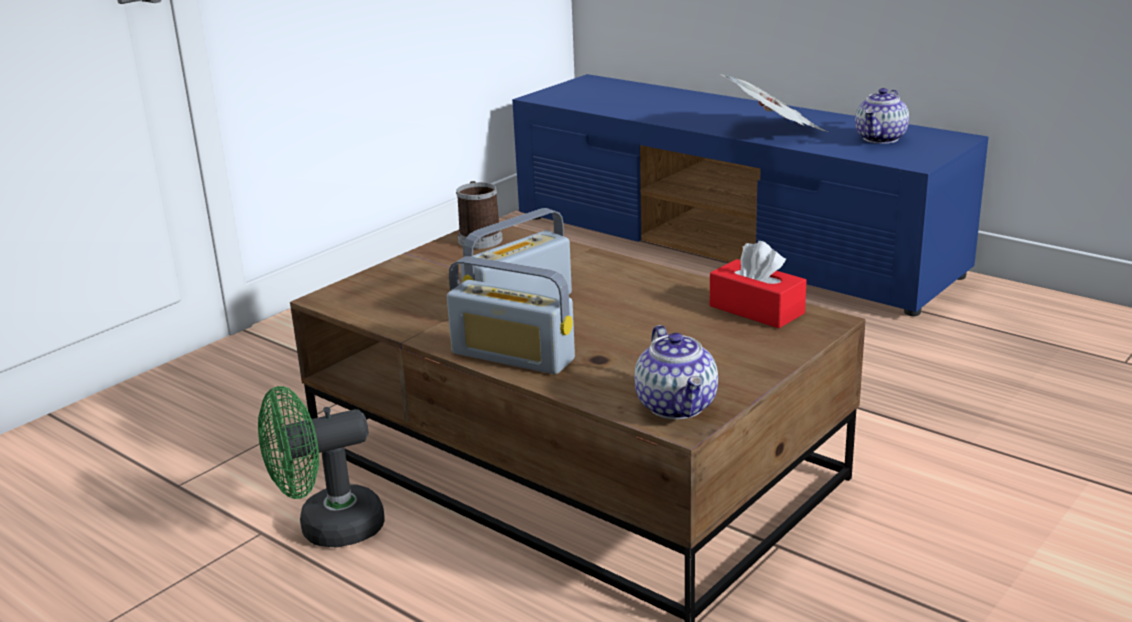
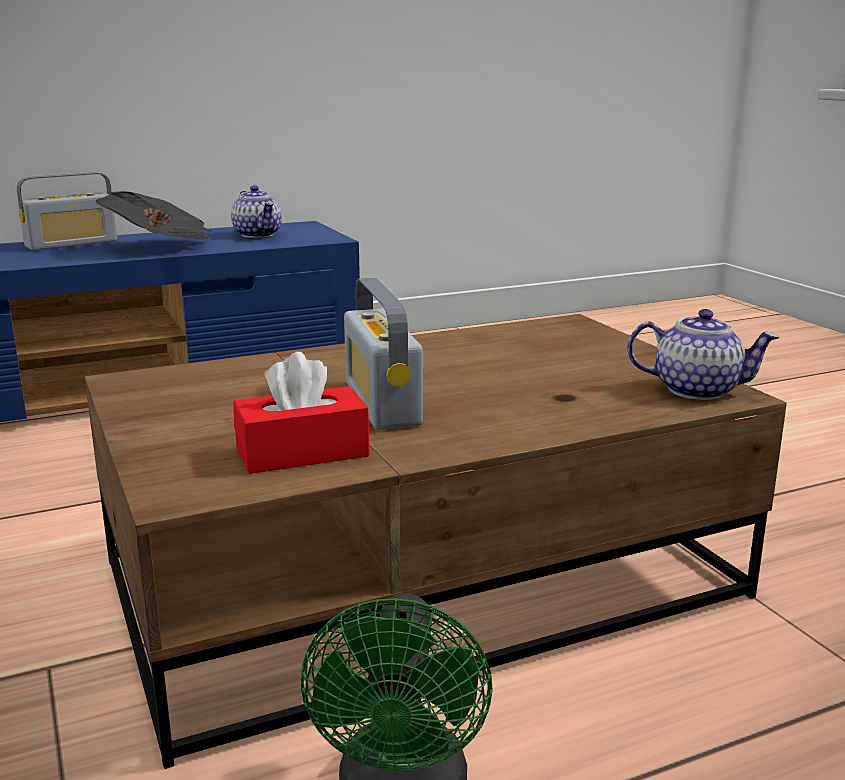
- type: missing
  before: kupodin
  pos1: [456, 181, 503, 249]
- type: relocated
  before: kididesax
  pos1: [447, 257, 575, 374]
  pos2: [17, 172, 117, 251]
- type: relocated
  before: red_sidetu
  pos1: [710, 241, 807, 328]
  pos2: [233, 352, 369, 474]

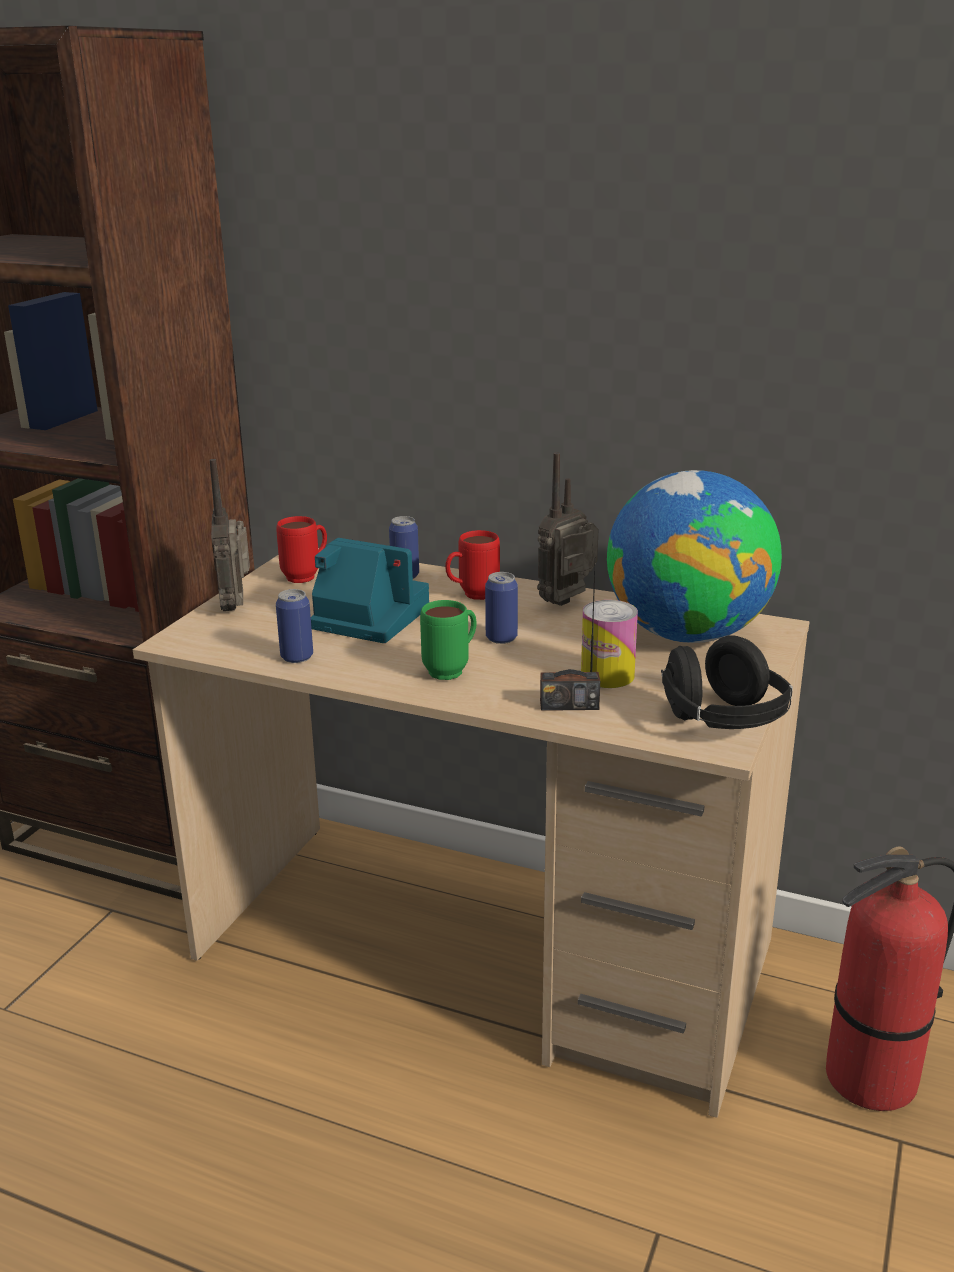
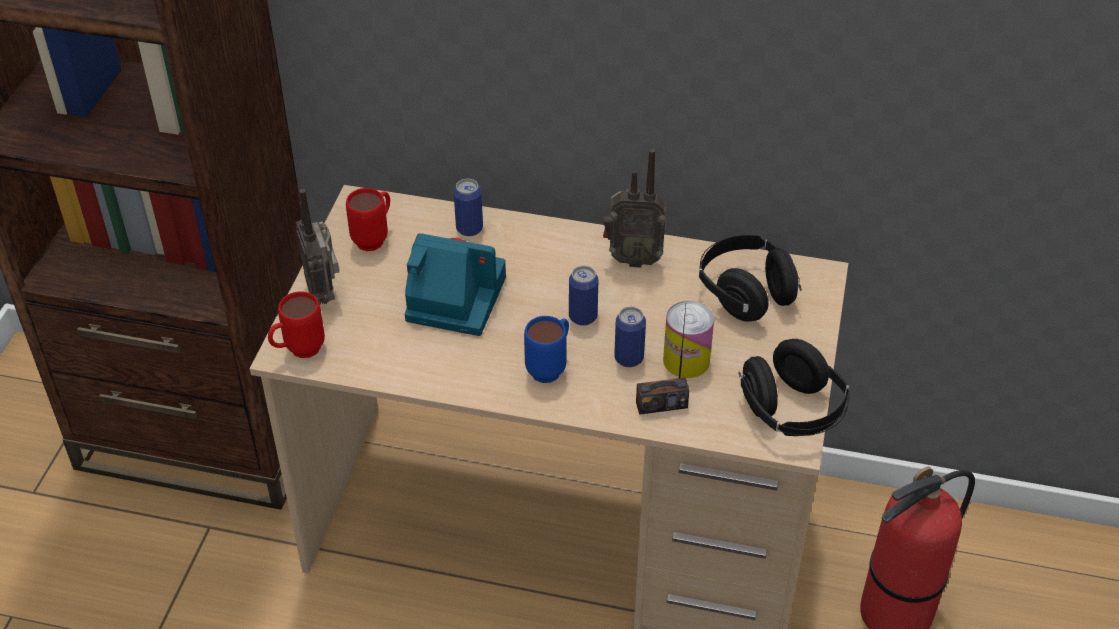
- type: relocated
  before: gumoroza
  pos1: [276, 589, 313, 663]
  pos2: [614, 307, 646, 367]
- type: relocated
  before: red_kupodin
  pos1: [445, 530, 500, 600]
  pos2: [268, 291, 325, 358]
- type: exchanged
  before: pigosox
  after: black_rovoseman
  pos1: [607, 470, 782, 643]
  pos2: [699, 235, 802, 322]
- type: colour
  before: green_kupodin
  after: blue_kupodin
  pos1: [420, 600, 477, 680]
  pos2: [524, 316, 569, 383]
- type: spun
  before: kididesax
  pos1: [537, 452, 598, 606]
  pos2: [603, 149, 666, 268]
  turn: -120

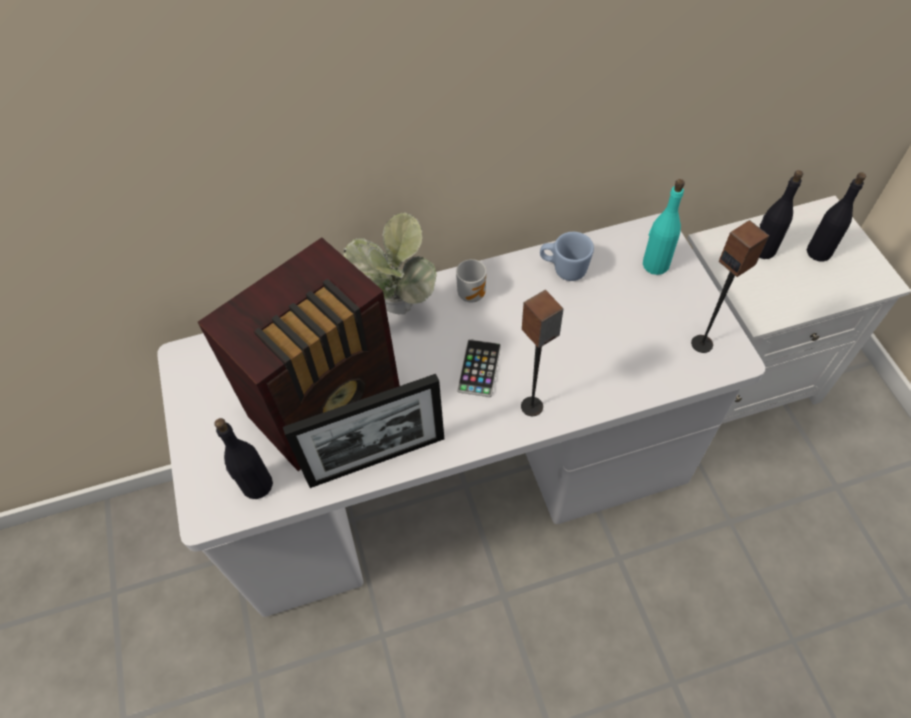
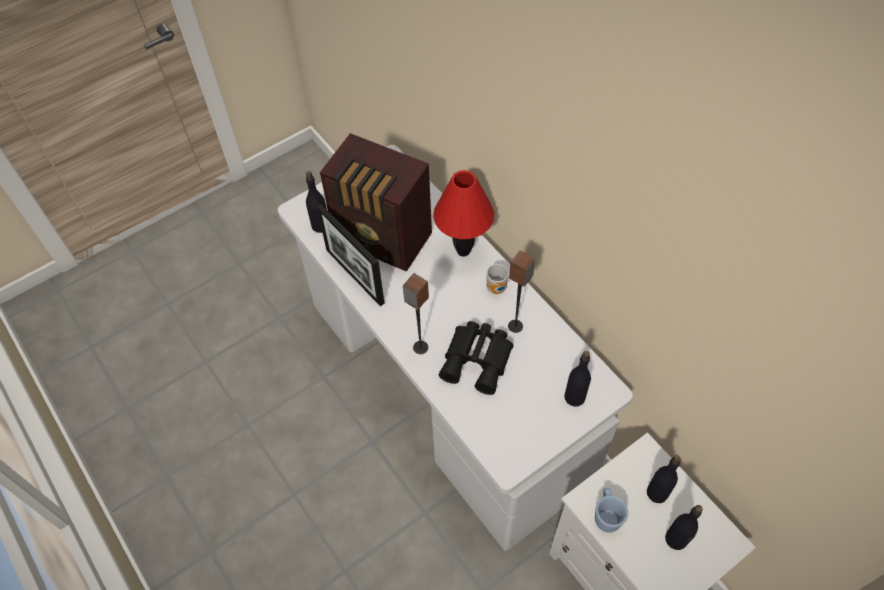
- type: missing
  before: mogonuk
  pos1: [457, 339, 501, 397]
- type: appeared
  after: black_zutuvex
  pos2: [439, 321, 513, 395]
- type: relocated
  before: blue_kupodin
  pos1: [540, 232, 594, 281]
  pos2: [595, 488, 628, 532]
- type: relocated
  before: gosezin
  pos1: [691, 220, 769, 353]
  pos2: [508, 250, 535, 333]
- type: exchanged
  before: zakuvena
  after: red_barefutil
  pos1: [343, 213, 437, 315]
  pos2: [433, 170, 494, 256]
- type: colour
  before: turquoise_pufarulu
  after: black_pufarulu
  pos1: [643, 179, 685, 275]
  pos2: [564, 351, 591, 407]

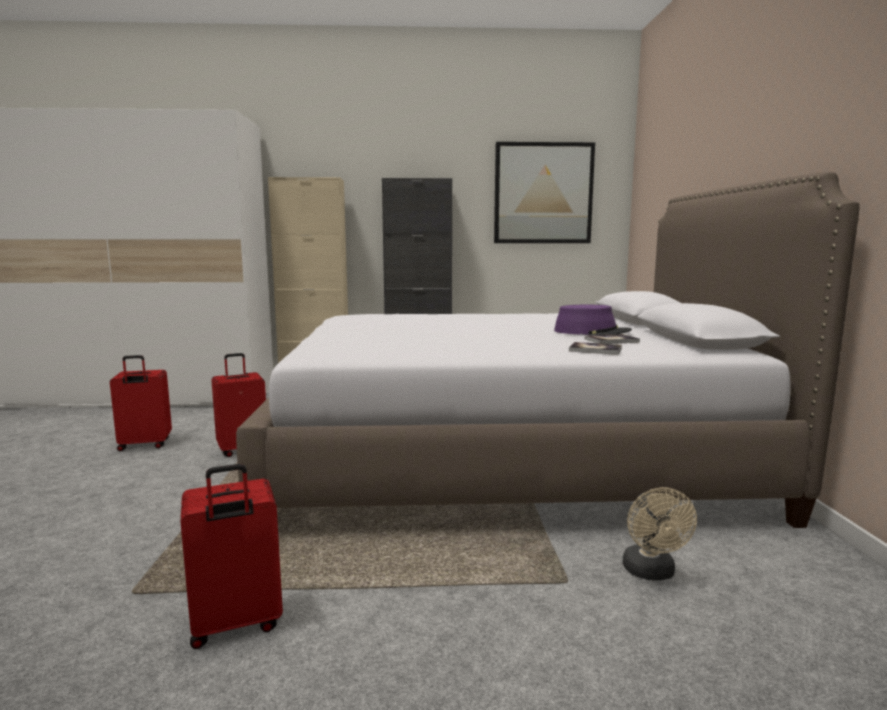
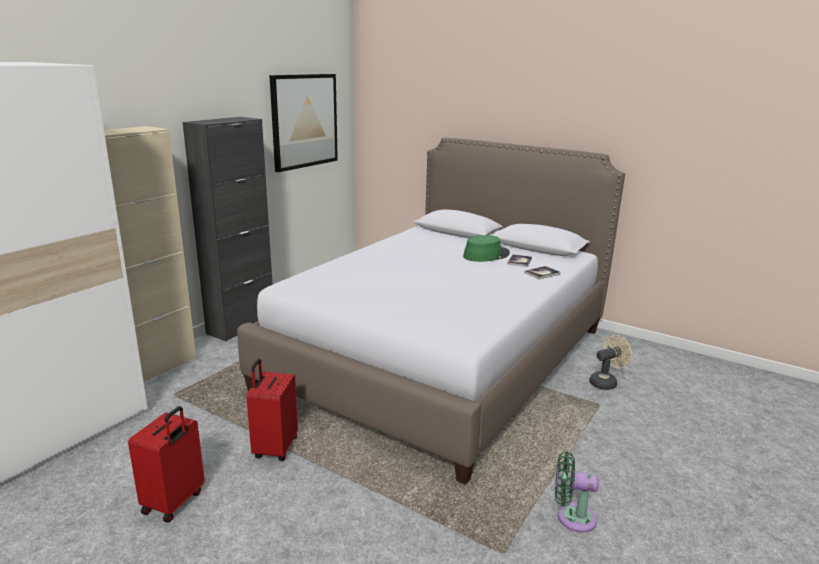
- type: exchanged
  before: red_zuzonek
  after: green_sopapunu
  pos1: [180, 464, 283, 649]
  pos2: [555, 451, 599, 533]
- type: colour
  before: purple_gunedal
  after: green_gunedal
  pos1: [554, 305, 632, 335]
  pos2: [463, 235, 510, 262]
- type: spun
  before: beige_sopapunu
  pos1: [623, 487, 697, 580]
  pos2: [589, 335, 632, 390]
  turn: -60

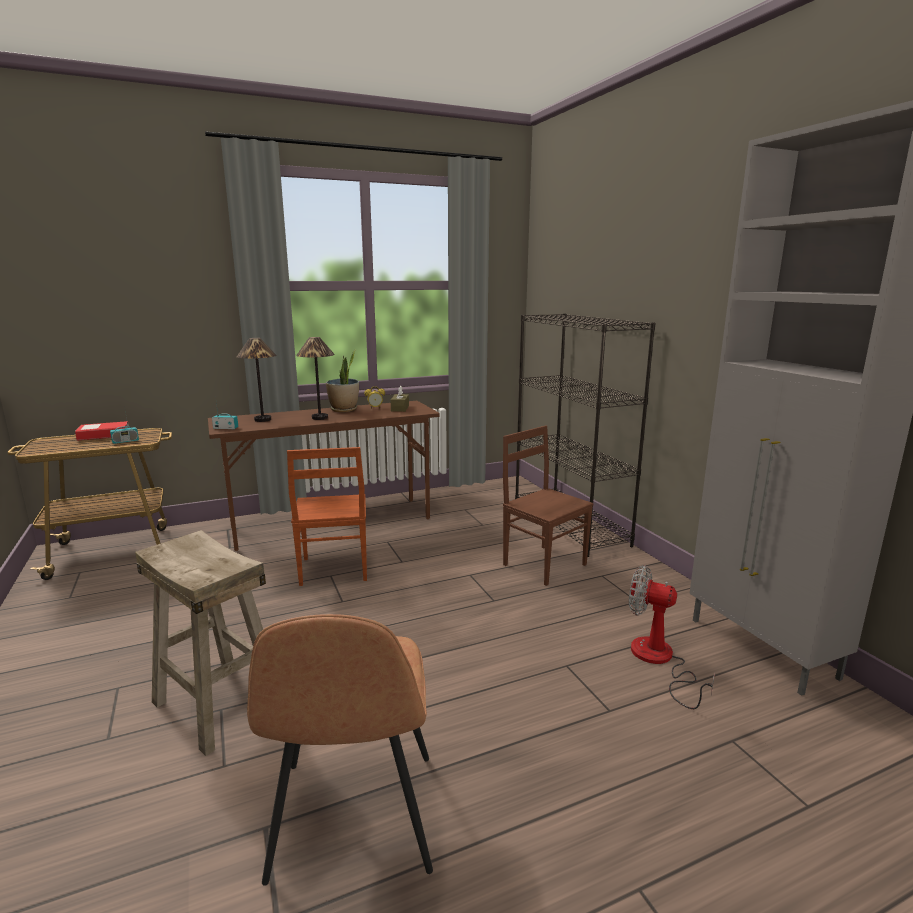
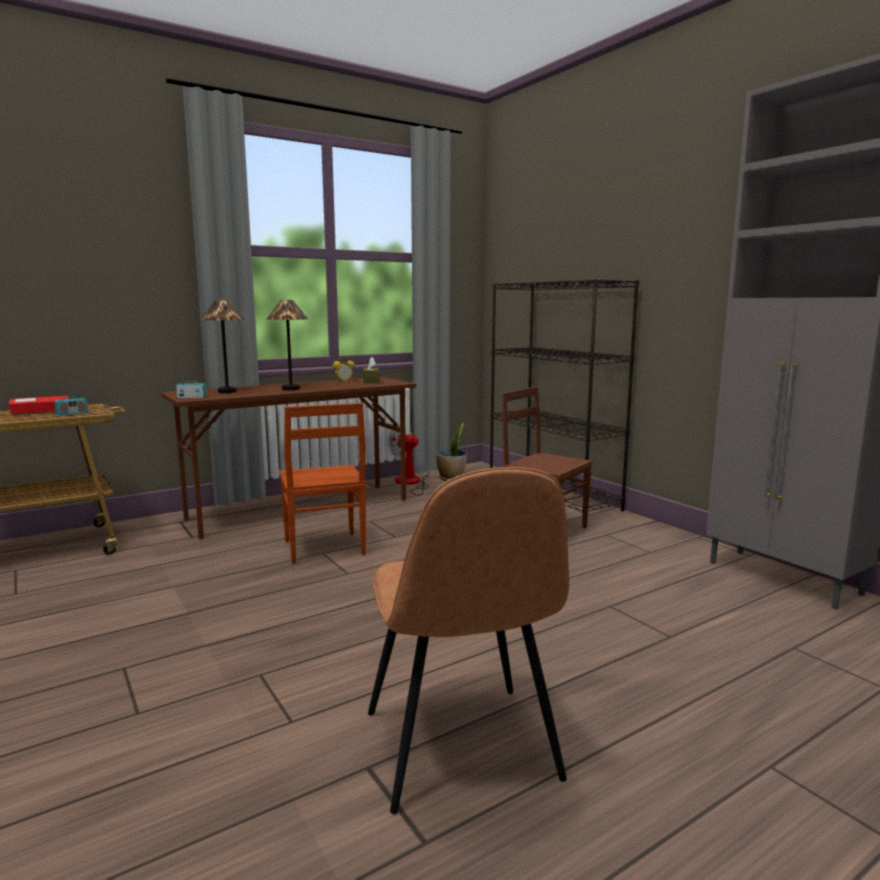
- type: missing
  before: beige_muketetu
  pos1: [135, 530, 266, 756]
- type: relocated
  before: zakuvena
  pos1: [326, 349, 359, 412]
  pos2: [436, 423, 467, 481]
- type: relocated
  before: sopapunu
  pos1: [629, 565, 715, 709]
  pos2: [389, 425, 430, 495]

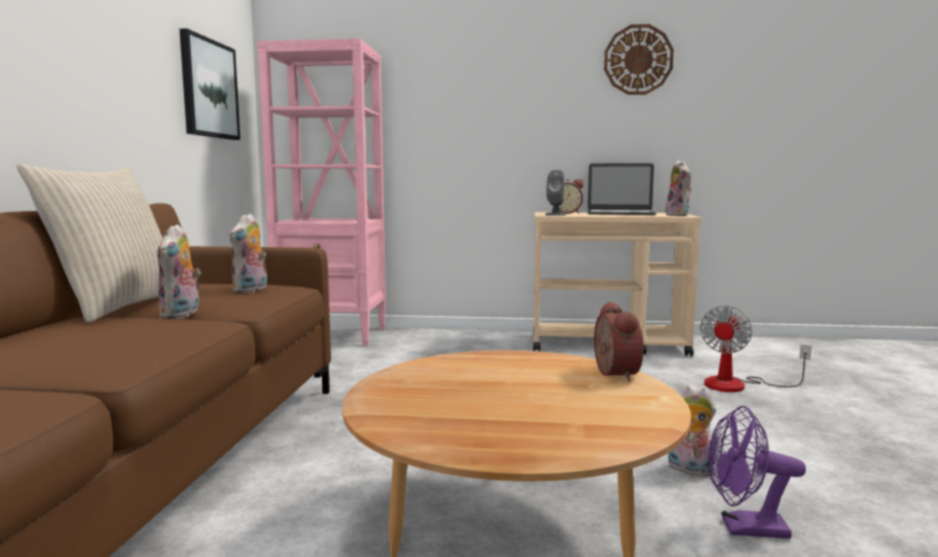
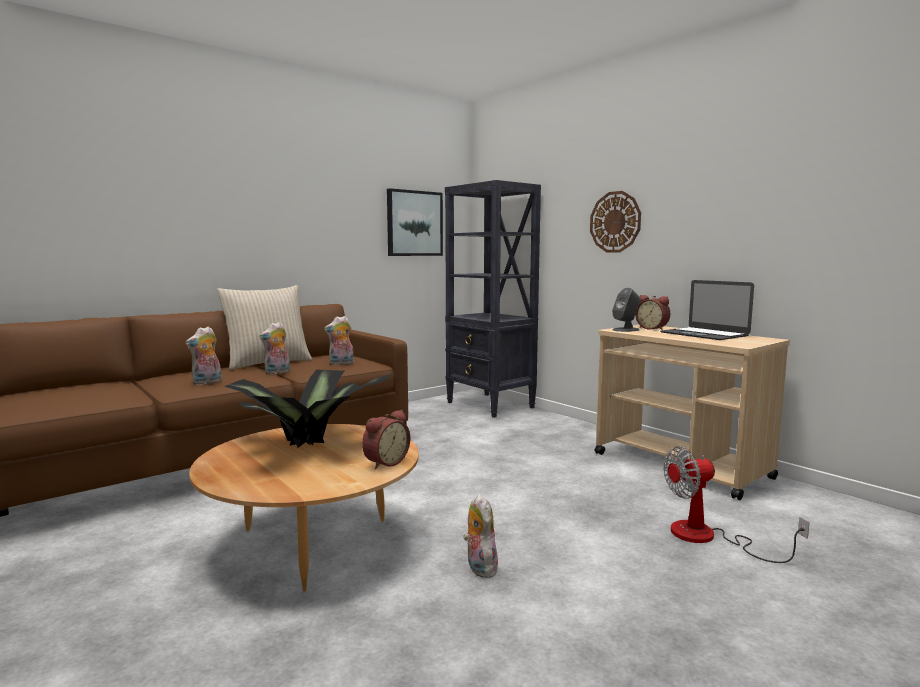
- type: missing
  before: purple_sopapunu
  pos1: [708, 406, 806, 539]
- type: appeared
  after: zakuvena
  pos2: [224, 369, 393, 447]
- type: relocated
  before: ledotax
  pos1: [604, 24, 674, 95]
  pos2: [590, 191, 641, 252]
- type: relocated
  before: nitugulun
  pos1: [665, 160, 692, 216]
  pos2: [185, 327, 221, 385]
- type: colour
  before: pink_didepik
  after: black_didepik
  pos1: [257, 38, 386, 346]
  pos2: [445, 180, 541, 418]

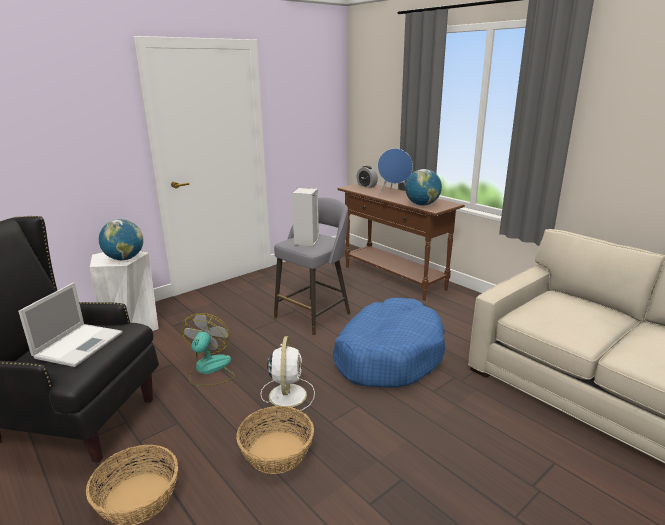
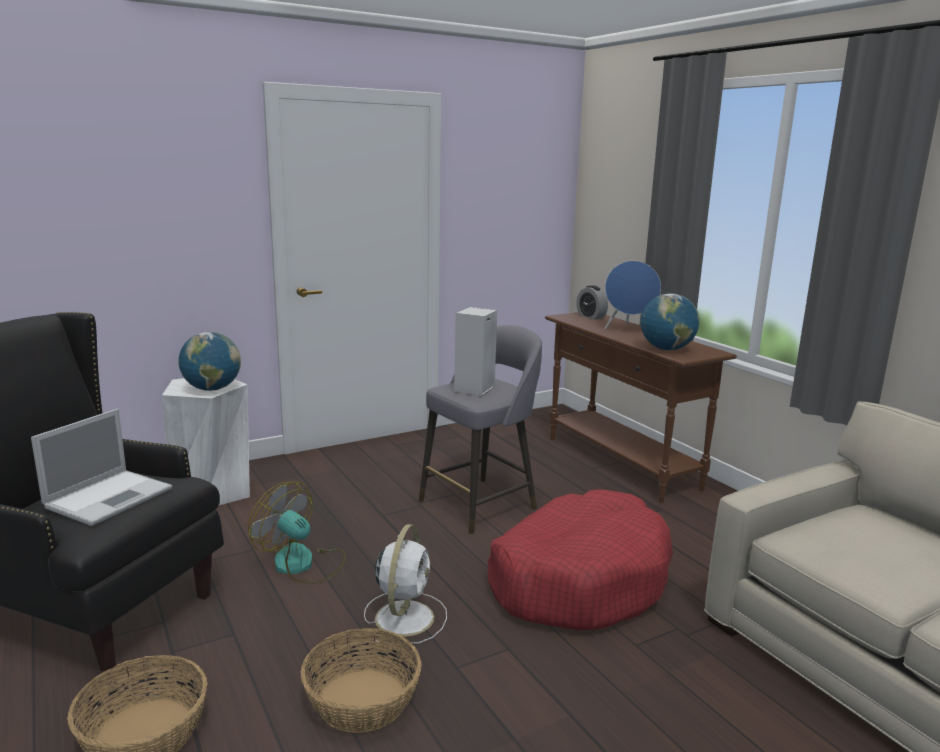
- type: colour
  before: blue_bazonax
  after: red_bazonax
  pos1: [333, 298, 445, 388]
  pos2: [487, 489, 673, 630]
- type: spun
  before: sopapunu
  pos1: [182, 313, 235, 386]
  pos2: [248, 482, 346, 583]
  turn: -75

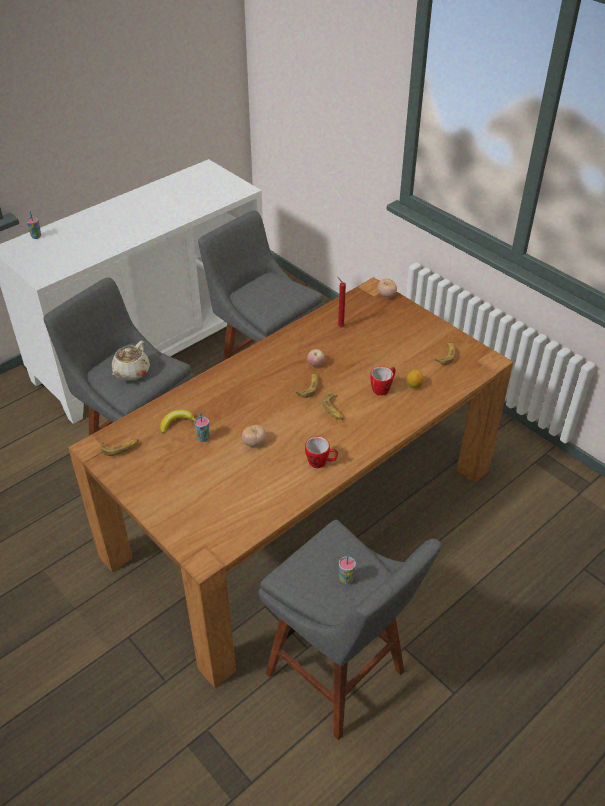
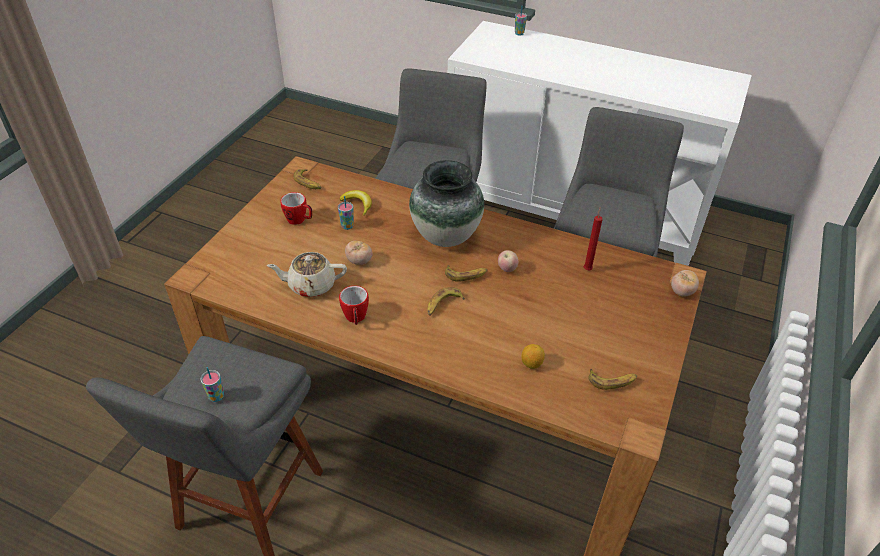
- type: appeared
  after: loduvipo
  pos2: [409, 160, 484, 247]
- type: relocated
  before: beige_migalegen
  pos1: [112, 341, 150, 381]
  pos2: [267, 252, 347, 297]
- type: relocated
  before: kupodin
  pos1: [370, 366, 396, 396]
  pos2: [280, 192, 312, 225]

